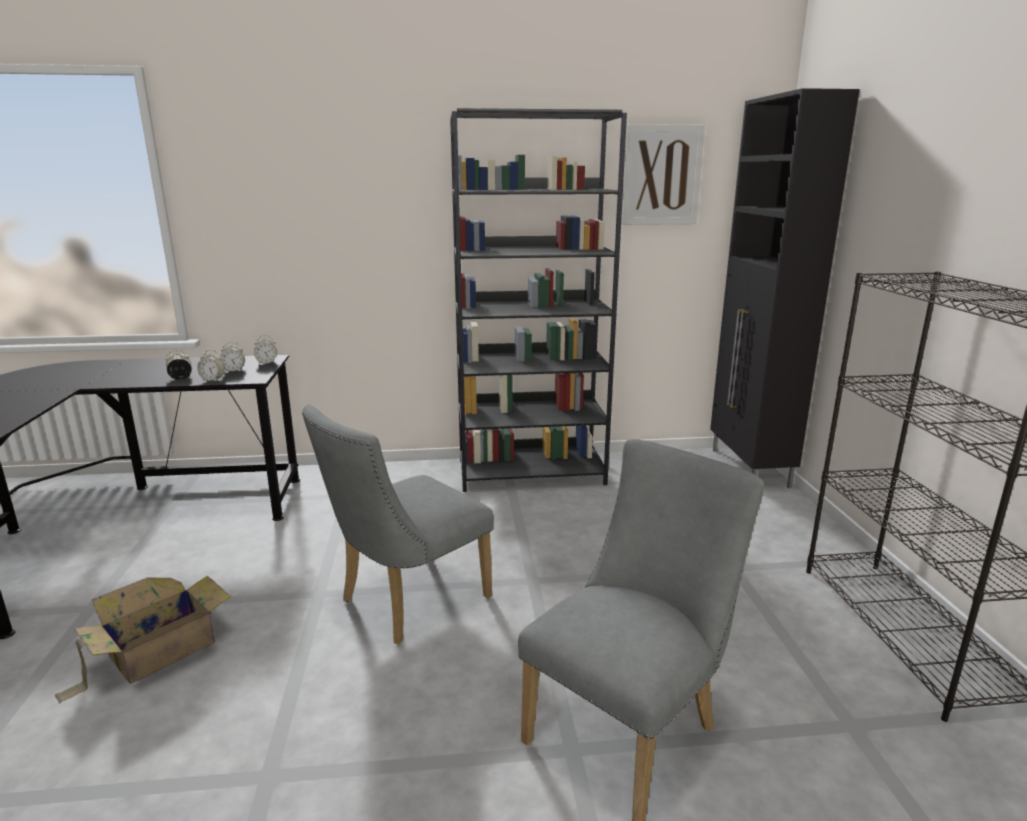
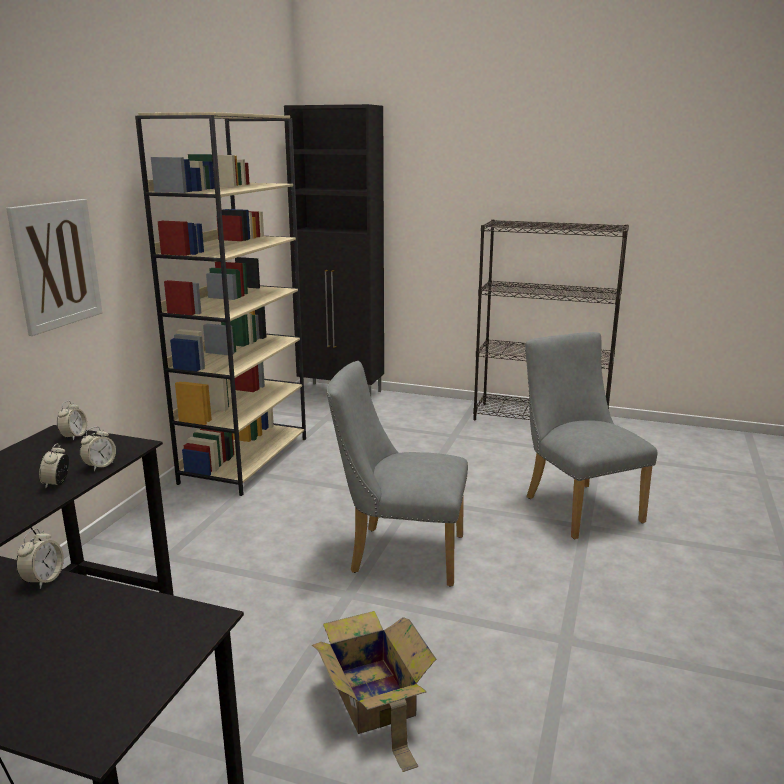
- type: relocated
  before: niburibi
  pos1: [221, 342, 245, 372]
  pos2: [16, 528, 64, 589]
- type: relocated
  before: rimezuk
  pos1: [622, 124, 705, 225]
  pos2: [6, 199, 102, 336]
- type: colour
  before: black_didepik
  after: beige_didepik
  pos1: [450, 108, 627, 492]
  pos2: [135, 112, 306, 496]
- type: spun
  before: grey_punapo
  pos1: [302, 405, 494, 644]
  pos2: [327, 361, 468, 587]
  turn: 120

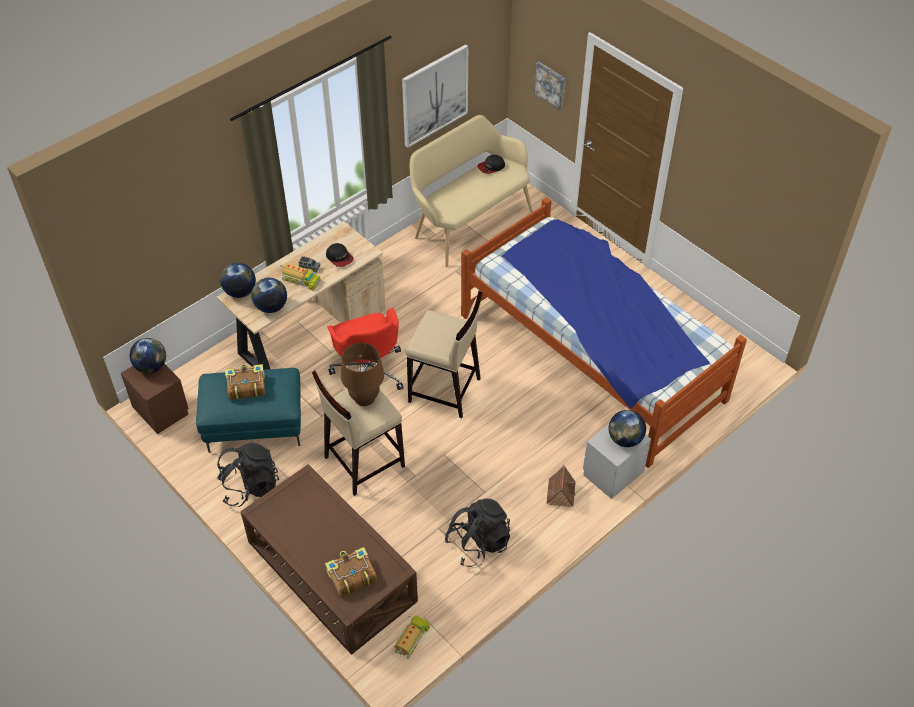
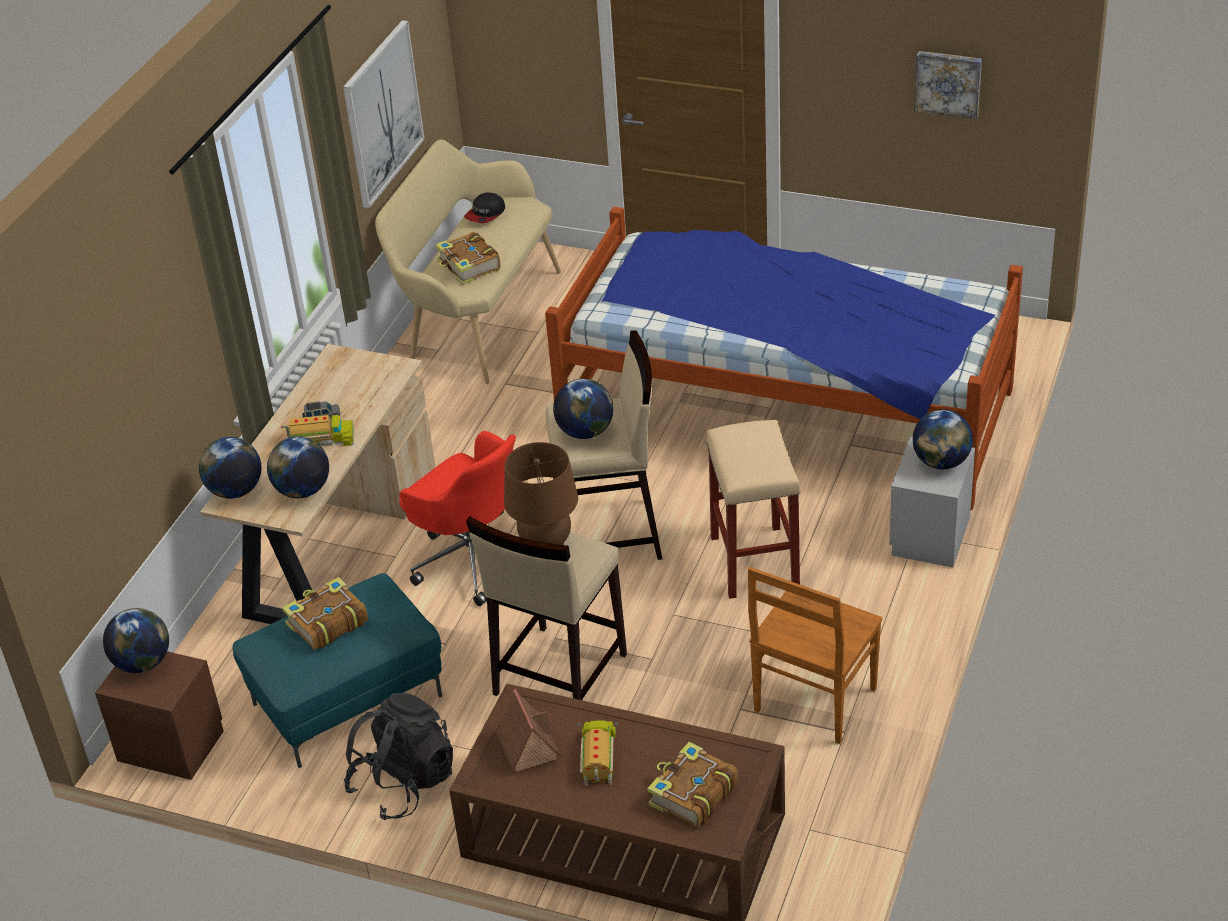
- type: missing
  before: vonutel
  pos1: [326, 243, 354, 267]
- type: appeared
  after: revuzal
  pos2: [435, 232, 501, 285]
- type: appeared
  after: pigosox
  pos2: [553, 379, 613, 439]
- type: appeared
  after: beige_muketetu
  pos2: [706, 420, 801, 599]
- type: relocated
  before: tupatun
  pos1: [394, 615, 430, 659]
  pos2: [578, 720, 618, 786]
- type: relocated
  before: rimezuk
  pos1: [534, 62, 565, 111]
  pos2: [914, 51, 982, 119]
- type: relocated
  before: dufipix
  pos1: [547, 465, 575, 507]
  pos2: [496, 689, 560, 772]
- type: exchanged
  before: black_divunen
  after: brown_punapo
  pos1: [445, 498, 510, 567]
  pos2: [748, 567, 883, 744]

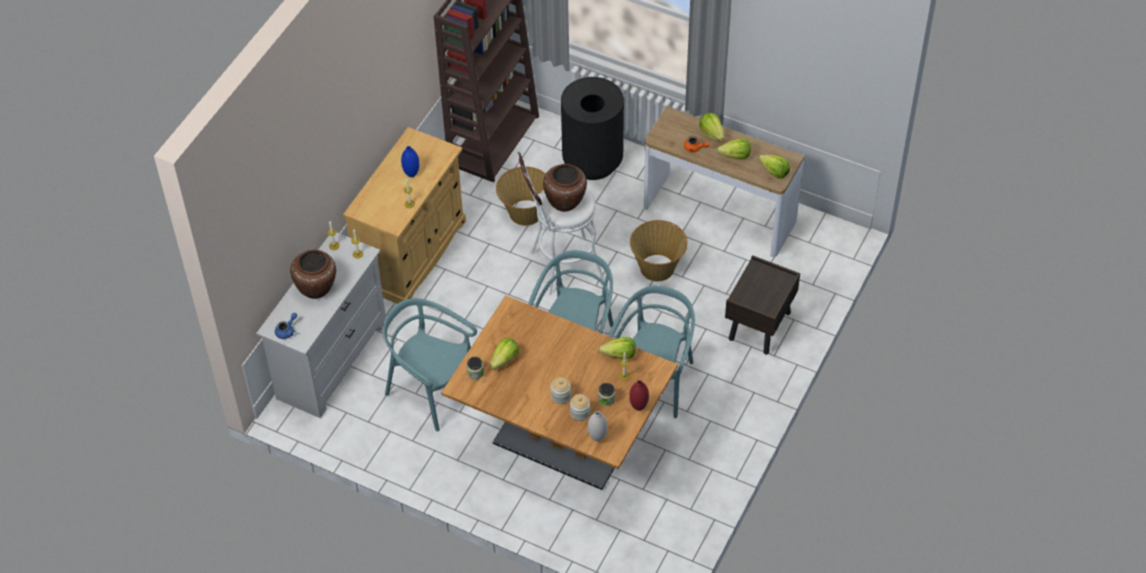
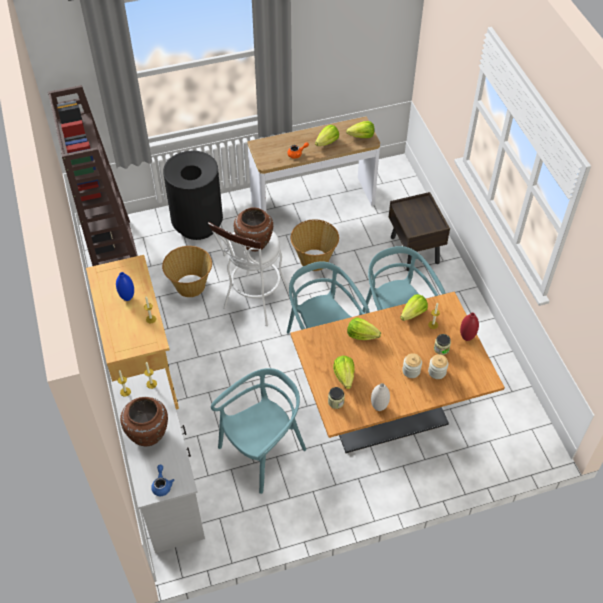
- type: relocated
  before: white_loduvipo
  pos1: [588, 411, 608, 441]
  pos2: [371, 383, 390, 411]
- type: relocated
  before: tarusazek
  pos1: [699, 113, 724, 142]
  pos2: [347, 317, 381, 340]
- type: spun
  before: turquoise_punapo
  pos1: [383, 298, 477, 431]
  pos2: [211, 368, 306, 494]
  turn: 150

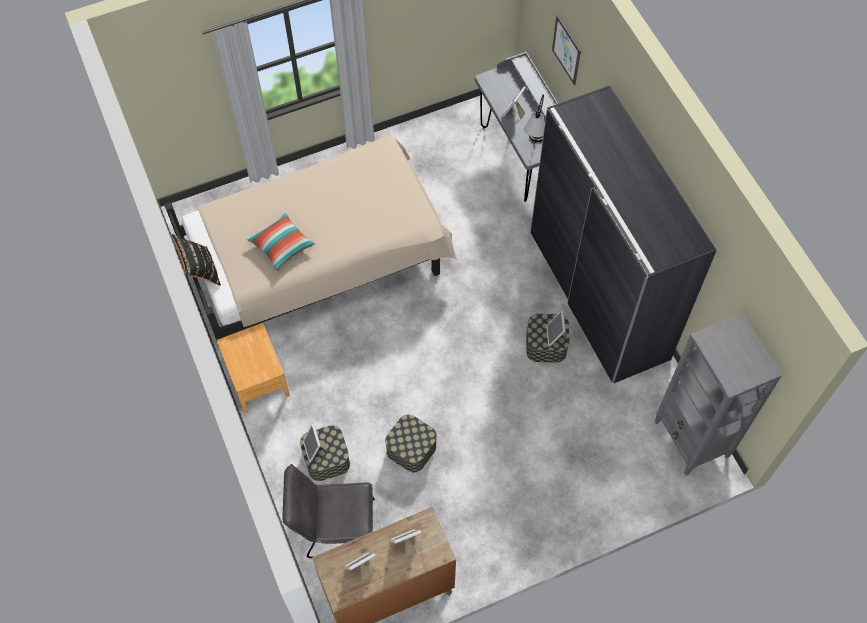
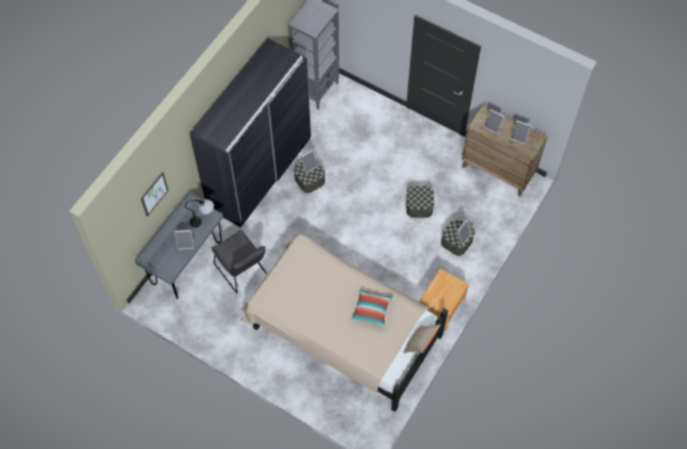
- type: relocated
  before: grey_punapo
  pos1: [282, 464, 375, 558]
  pos2: [211, 230, 267, 293]
- type: colour
  before: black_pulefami
  after: beige_pulefami
  pos1: [171, 234, 221, 286]
  pos2: [403, 324, 441, 353]

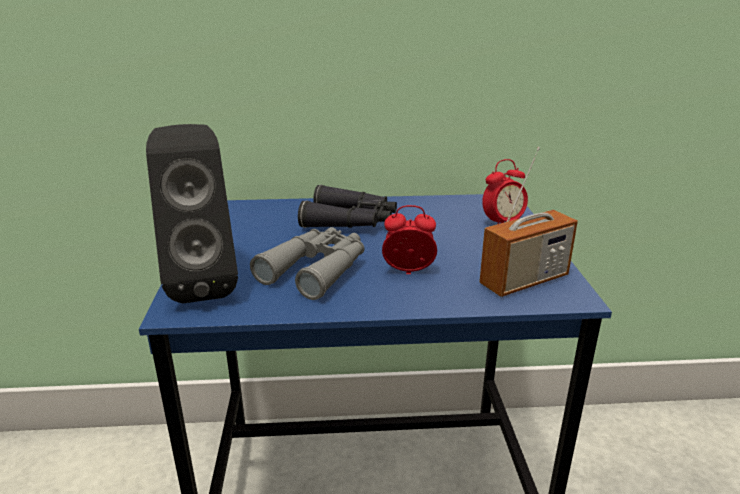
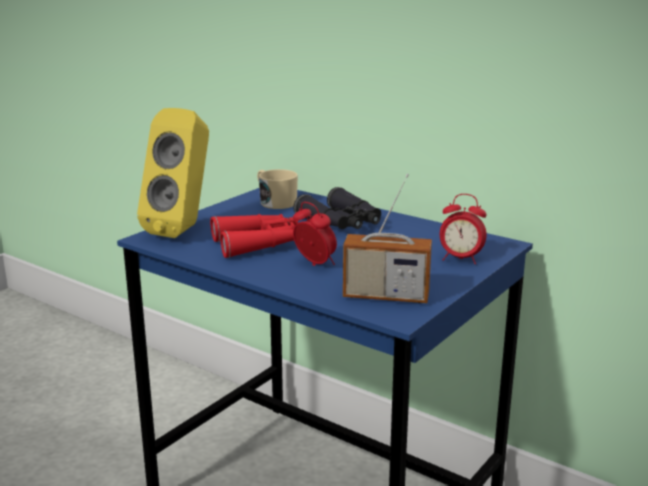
- type: appeared
  after: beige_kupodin
  pos2: [257, 169, 298, 209]
- type: colour
  before: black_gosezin
  after: yellow_gosezin
  pos1: [146, 124, 238, 303]
  pos2: [137, 108, 209, 238]
- type: colour
  before: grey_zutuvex
  after: red_zutuvex
  pos1: [250, 227, 364, 300]
  pos2: [210, 214, 298, 258]

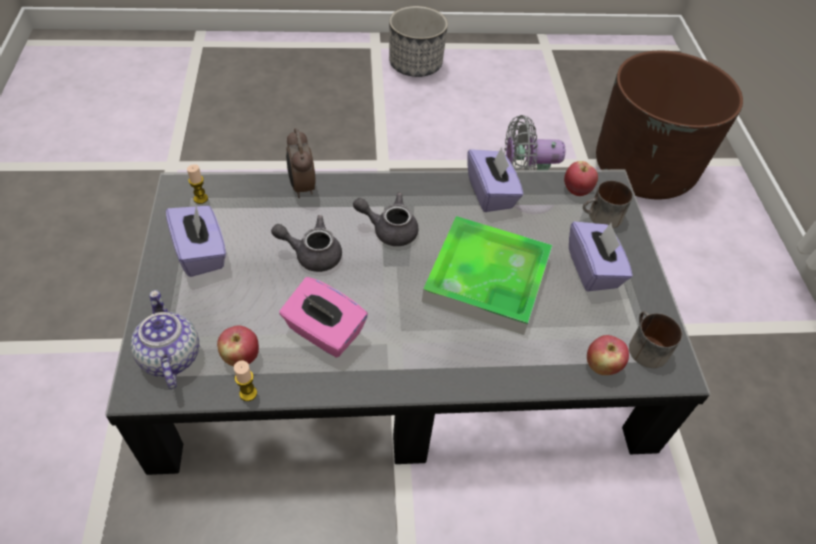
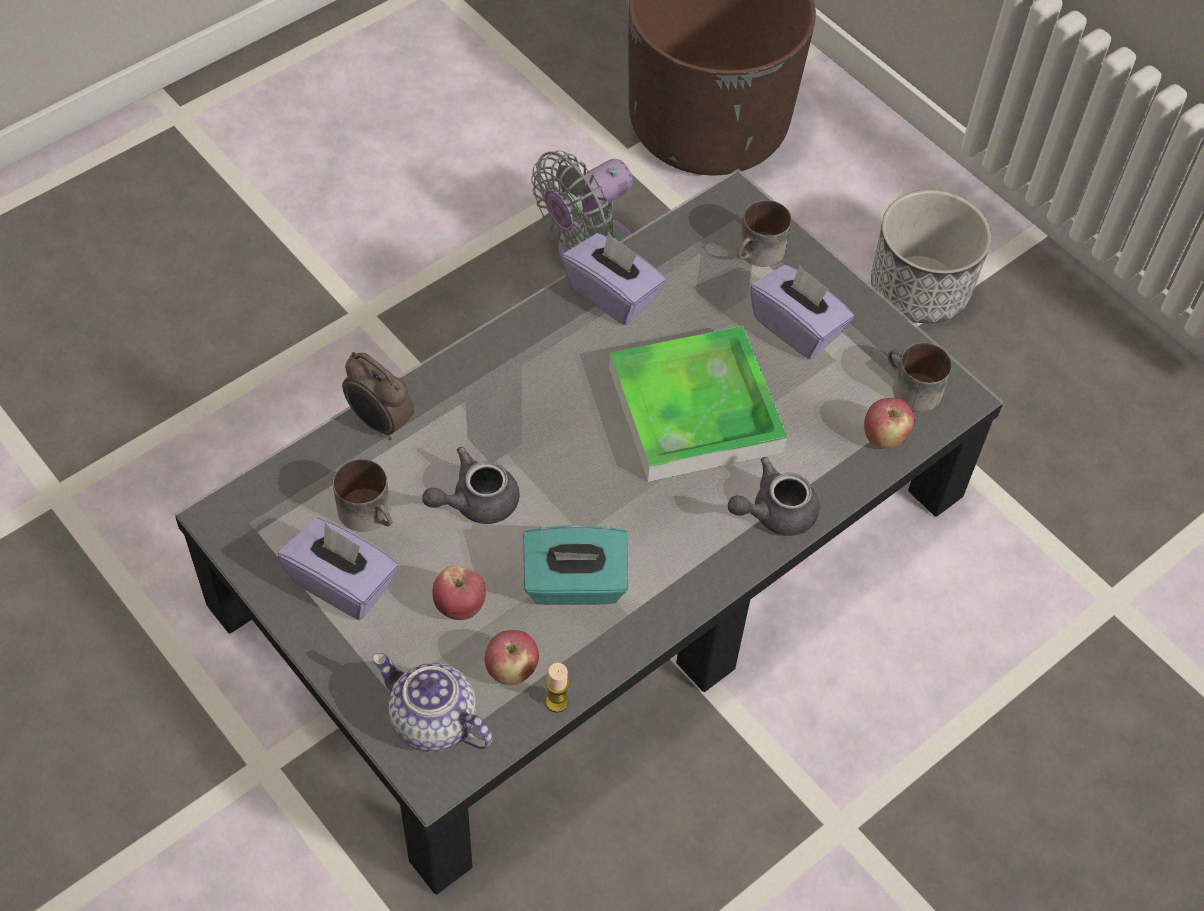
- type: missing
  before: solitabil
  pos1: [187, 164, 208, 204]
- type: appeared
  after: kupodin
  pos2: [333, 459, 393, 532]
- type: relocated
  before: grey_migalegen
  pos1: [353, 193, 419, 246]
  pos2: [728, 457, 820, 536]
- type: relocated
  before: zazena
  pos1: [389, 6, 448, 77]
  pos2: [871, 190, 992, 323]
- type: relocated
  before: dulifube
  pos1: [564, 161, 598, 196]
  pos2: [432, 566, 486, 620]
- type: colour
  before: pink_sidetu
  after: turquoise_sidetu
  pos1: [279, 277, 368, 358]
  pos2: [523, 525, 628, 605]

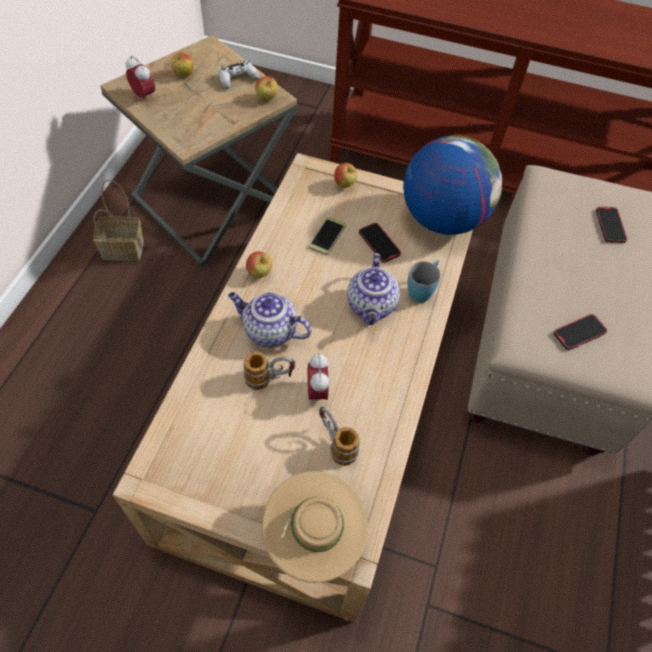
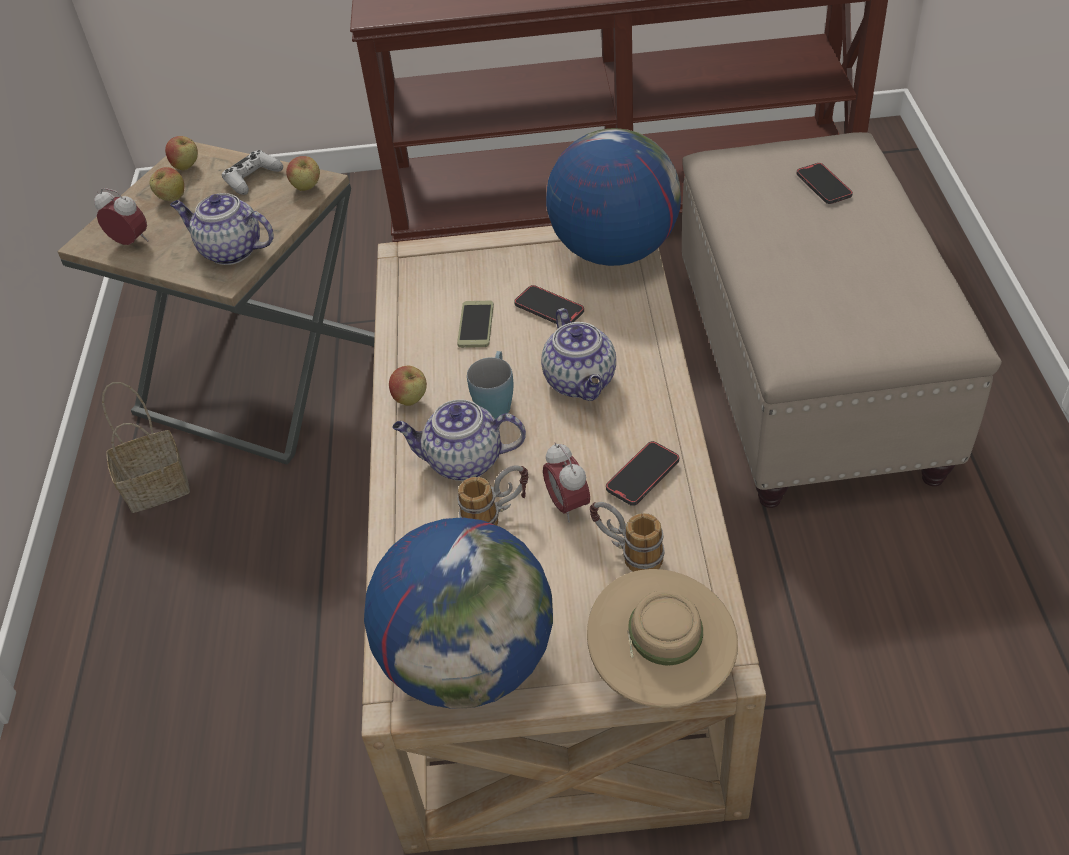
- type: appeared
  after: migalegen
  pos2: [170, 193, 274, 265]
- type: appeared
  after: pigosox
  pos2: [364, 517, 553, 709]
- type: relocated
  before: dulifube
  pos1: [334, 163, 357, 188]
  pos2: [165, 136, 198, 170]
- type: relocated
  before: blue_kupodin
  pos1: [408, 259, 440, 303]
  pos2: [467, 351, 514, 419]
- type: relocated
  before: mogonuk
  pos1: [554, 314, 607, 350]
  pos2: [606, 441, 679, 506]

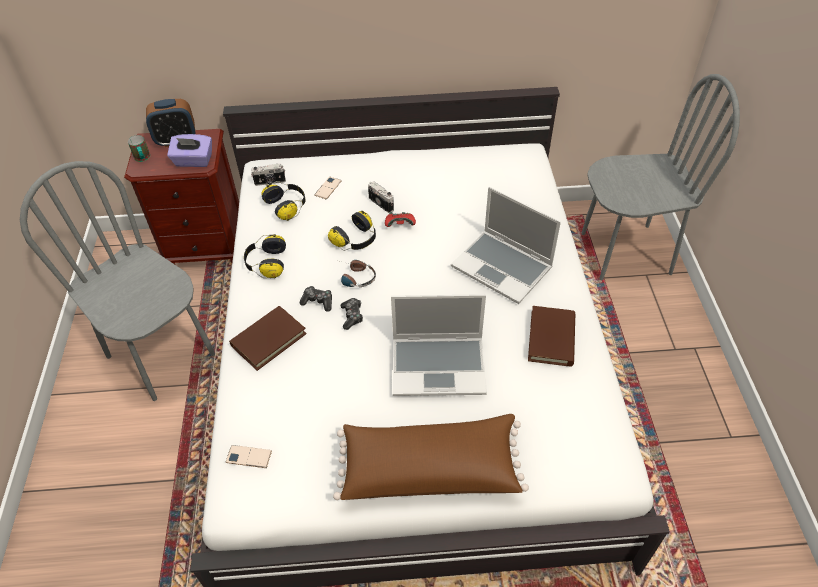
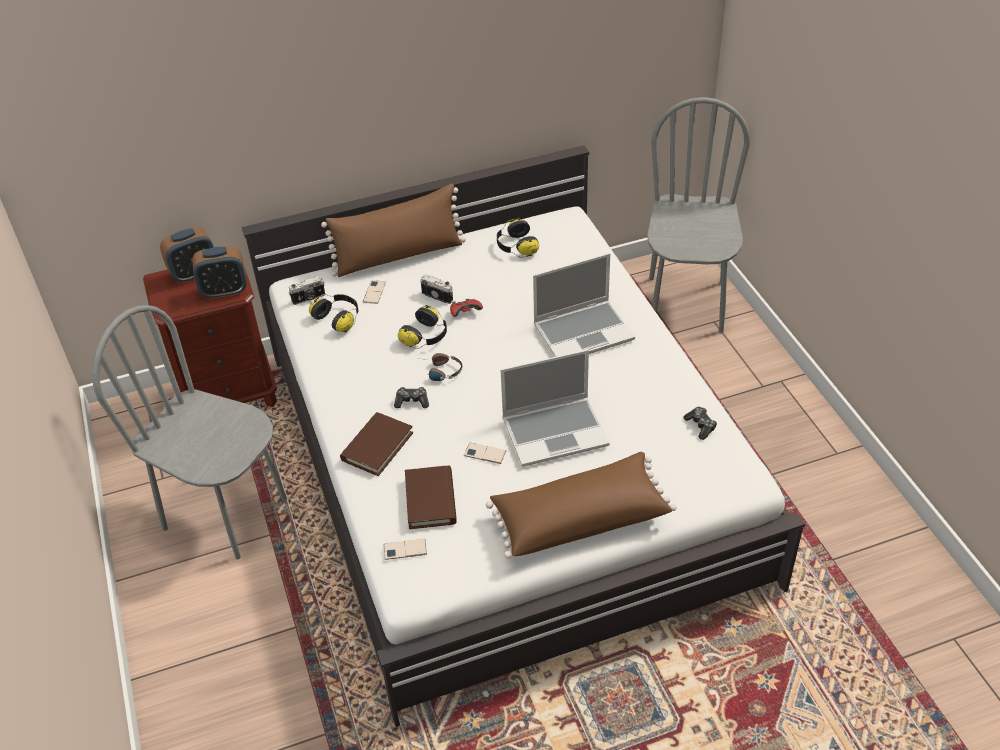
- type: missing
  before: kupodin
  pos1: [128, 135, 150, 162]
- type: appeared
  after: brown_pulefami
  pos2: [321, 184, 466, 277]
- type: appeared
  after: mogonuk
  pos2: [464, 442, 506, 464]
- type: relocated
  before: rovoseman
  pos1: [244, 234, 286, 278]
  pos2: [497, 218, 539, 258]
- type: relocated
  before: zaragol
  pos1: [341, 298, 363, 330]
  pos2: [683, 407, 717, 440]
- type: relocated
  before: brown_revuzal
  pos1: [528, 306, 575, 367]
  pos2: [405, 465, 457, 529]
- type: exchanged
  before: purple_sidetu
  after: niburibi
  pos1: [167, 134, 212, 167]
  pos2: [192, 246, 247, 299]
- type: spun
  before: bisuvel
  pos1: [451, 187, 561, 304]
  pos2: [533, 253, 635, 357]
  turn: -45
- type: spun
  before: grey_punapo
  pos1: [581, 74, 740, 280]
  pos2: [647, 97, 750, 333]
  turn: -60

